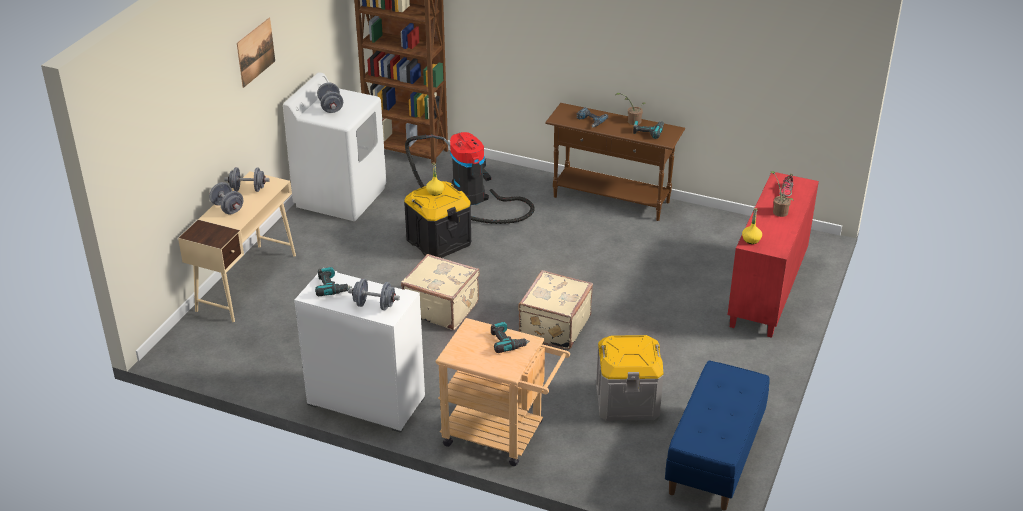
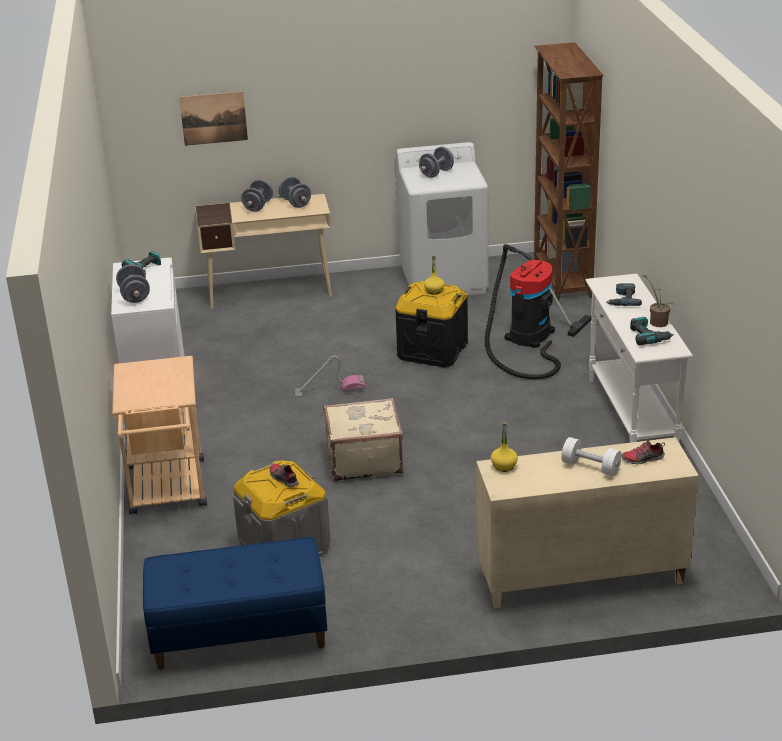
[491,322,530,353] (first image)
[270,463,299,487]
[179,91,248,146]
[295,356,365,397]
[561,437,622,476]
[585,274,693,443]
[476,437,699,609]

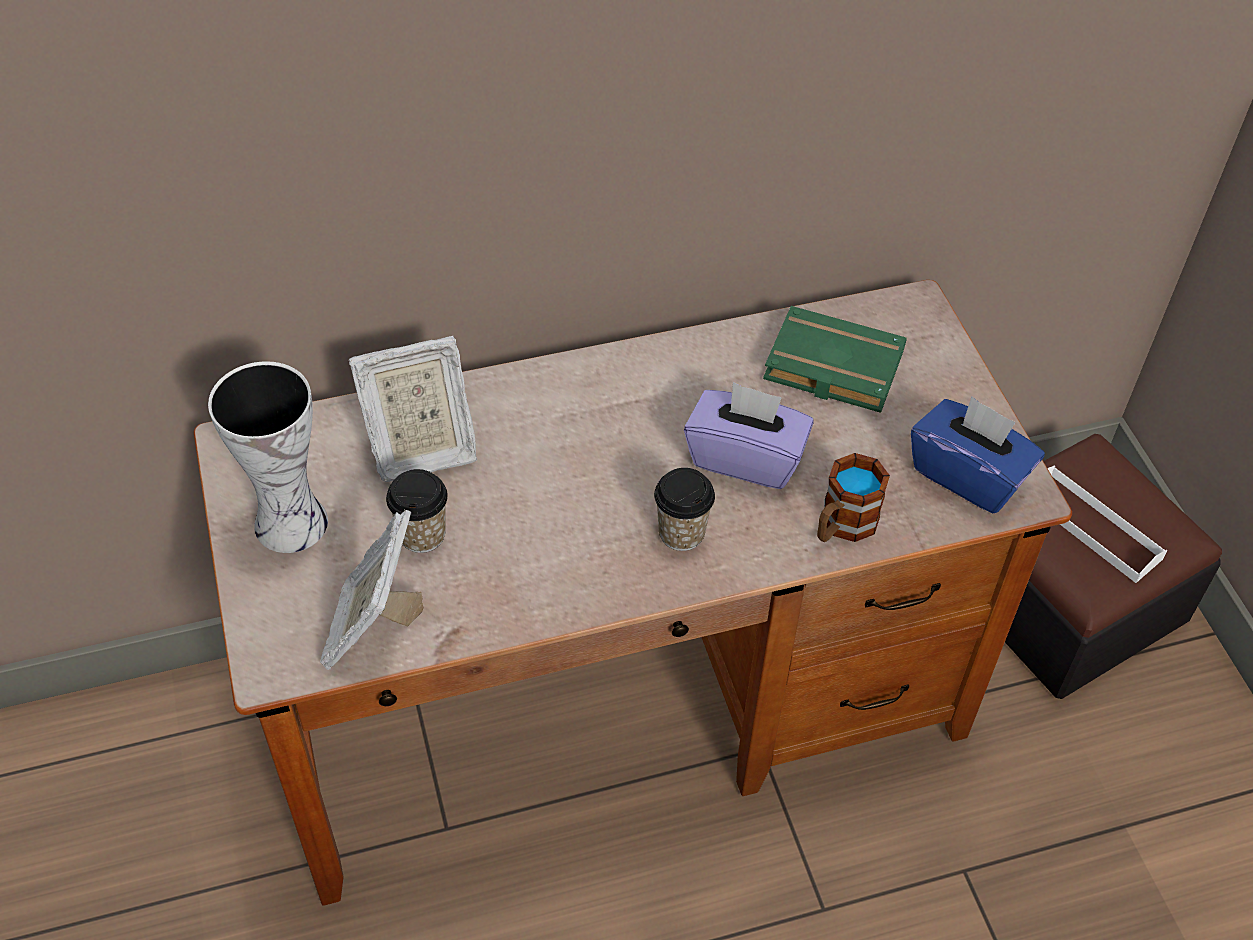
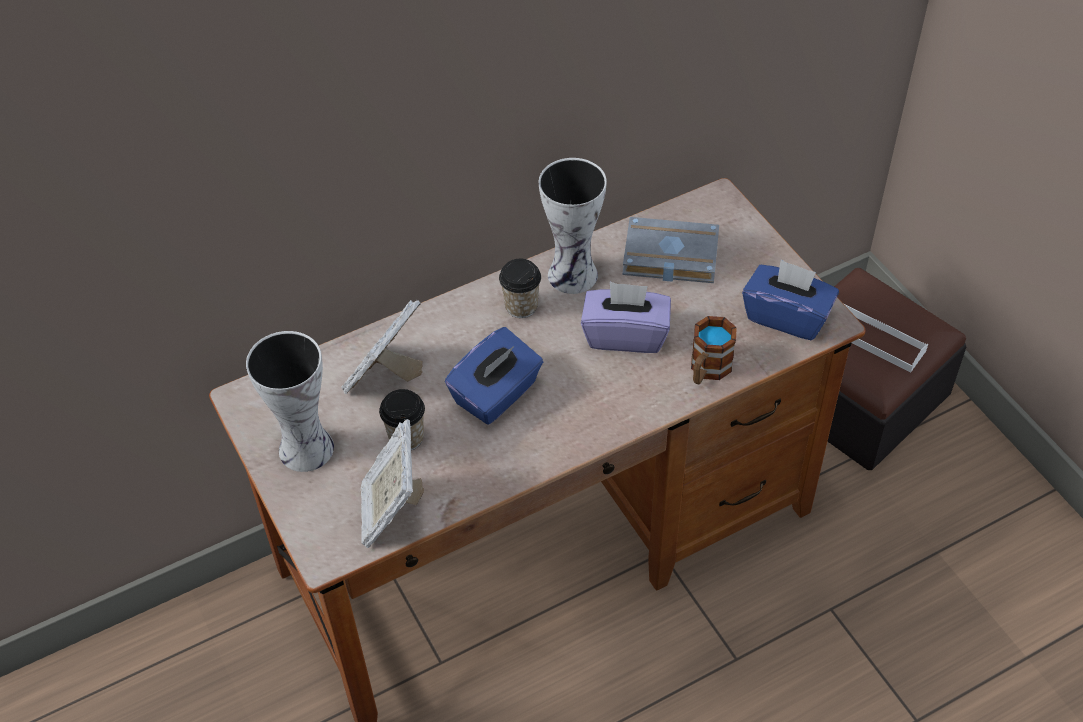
[445,327,543,425]
[539,158,607,294]
[499,259,541,318]
[623,217,719,283]
[341,300,423,394]

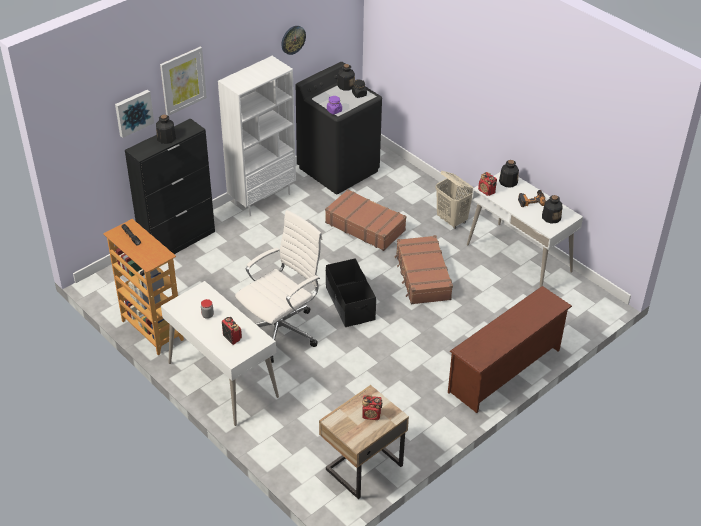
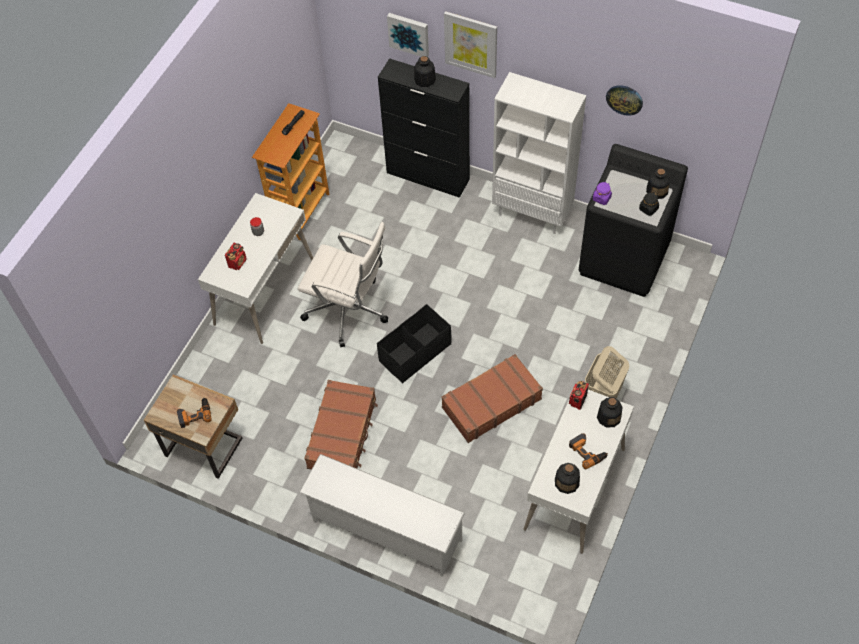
[304,380,378,469]
[177,398,212,428]
[299,454,465,577]

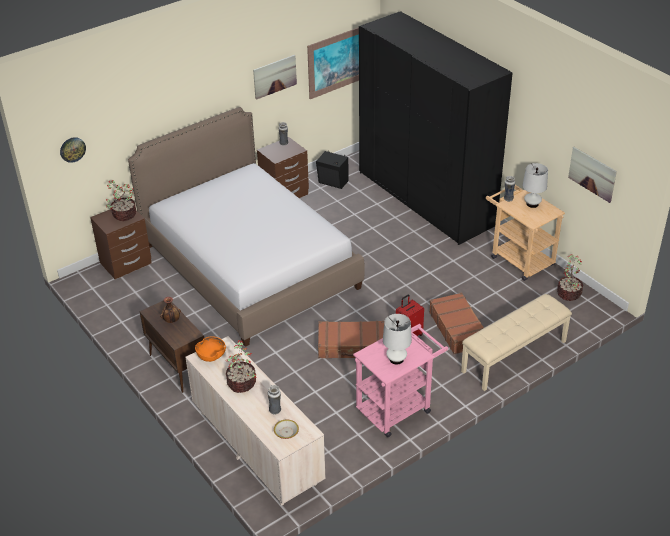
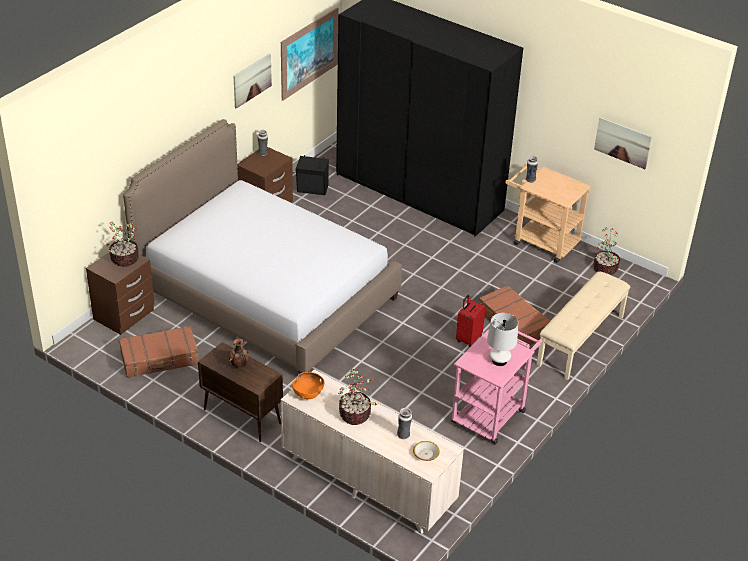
[60,137,86,163] (first image)
[523,163,548,208] (first image)
[119,326,199,378]

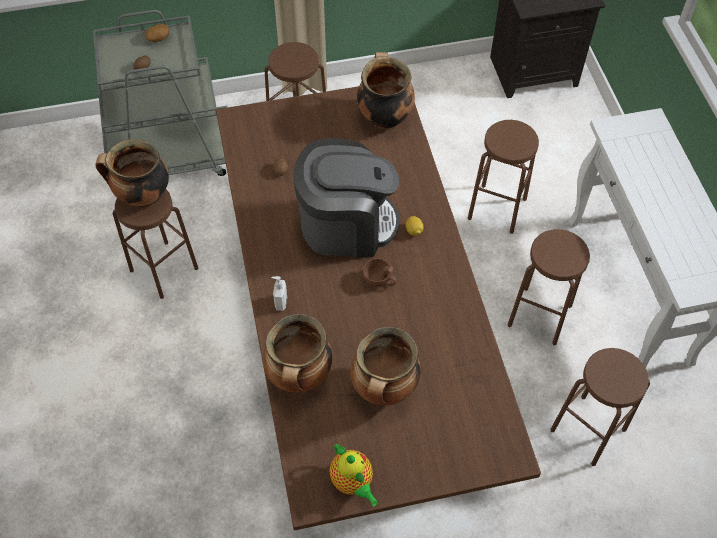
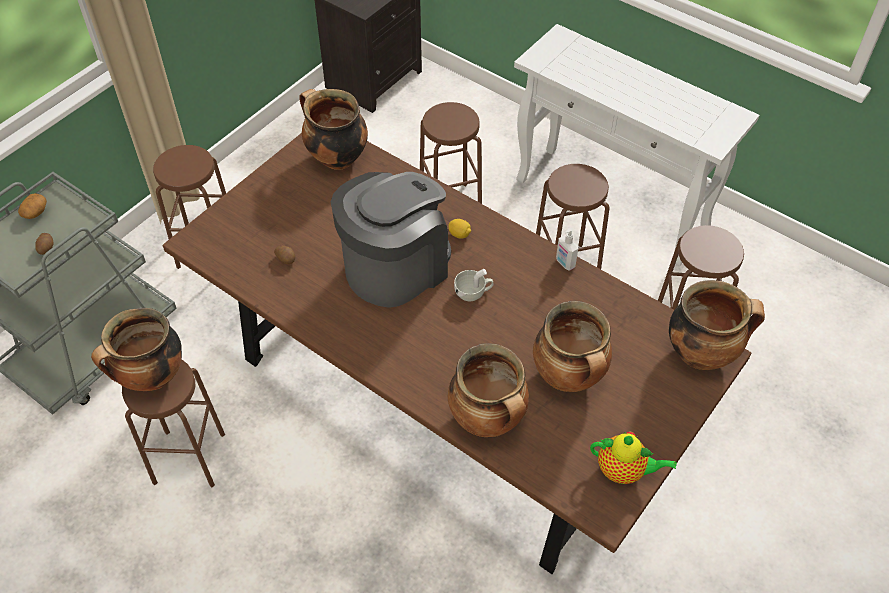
[669,280,765,370]
[556,228,578,271]
[454,269,494,301]

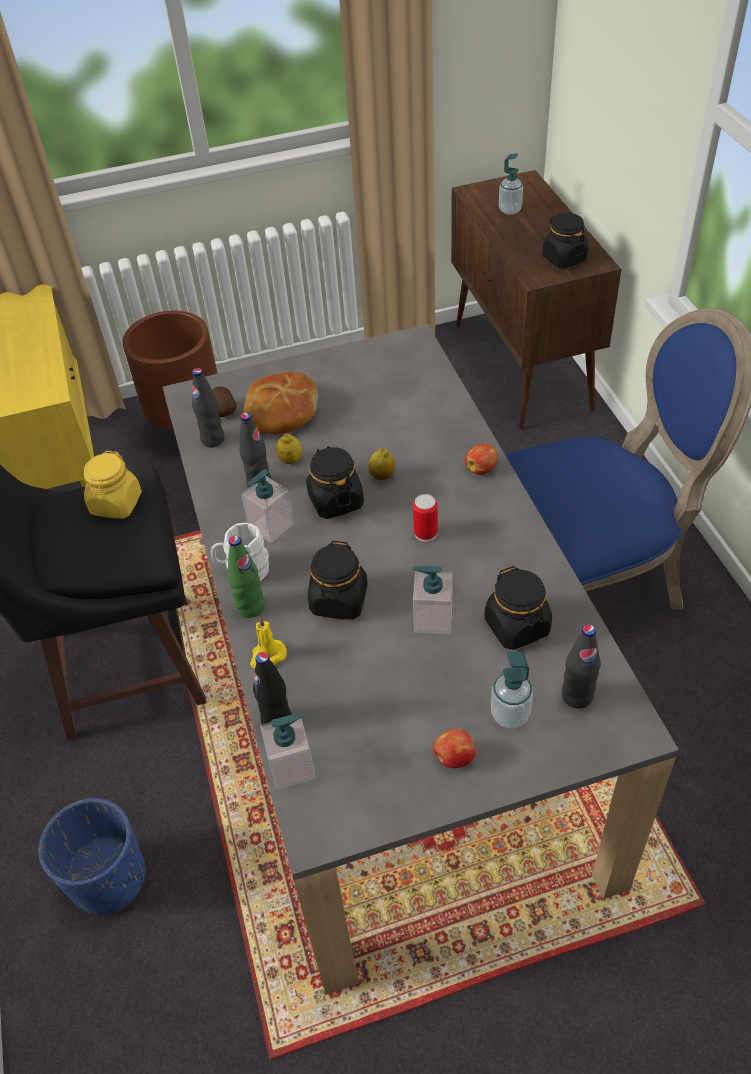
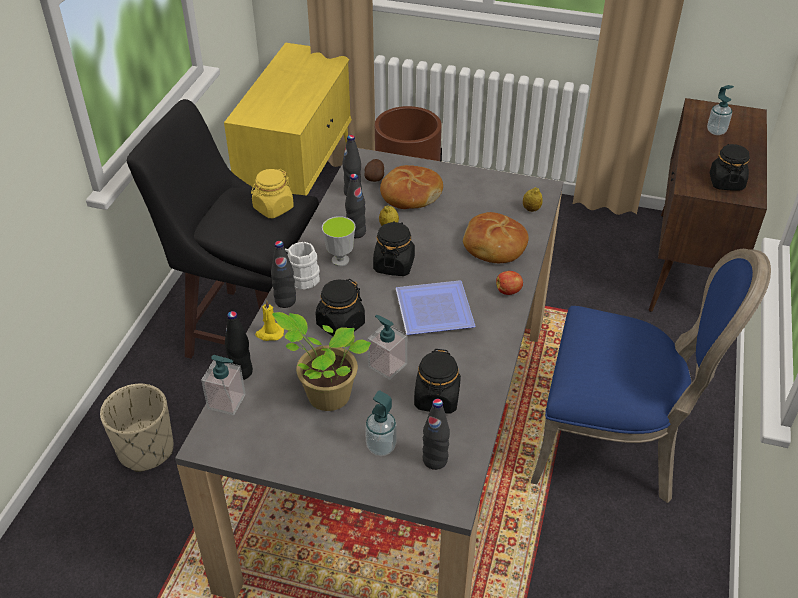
[433,729,476,768] (first image)
[272,312,371,411]
[463,212,529,263]
[523,188,543,212]
[322,216,356,266]
[396,280,475,335]
[100,384,173,472]
[271,241,296,308]

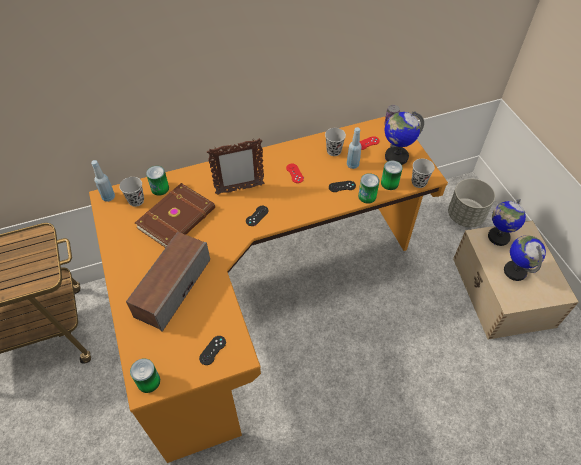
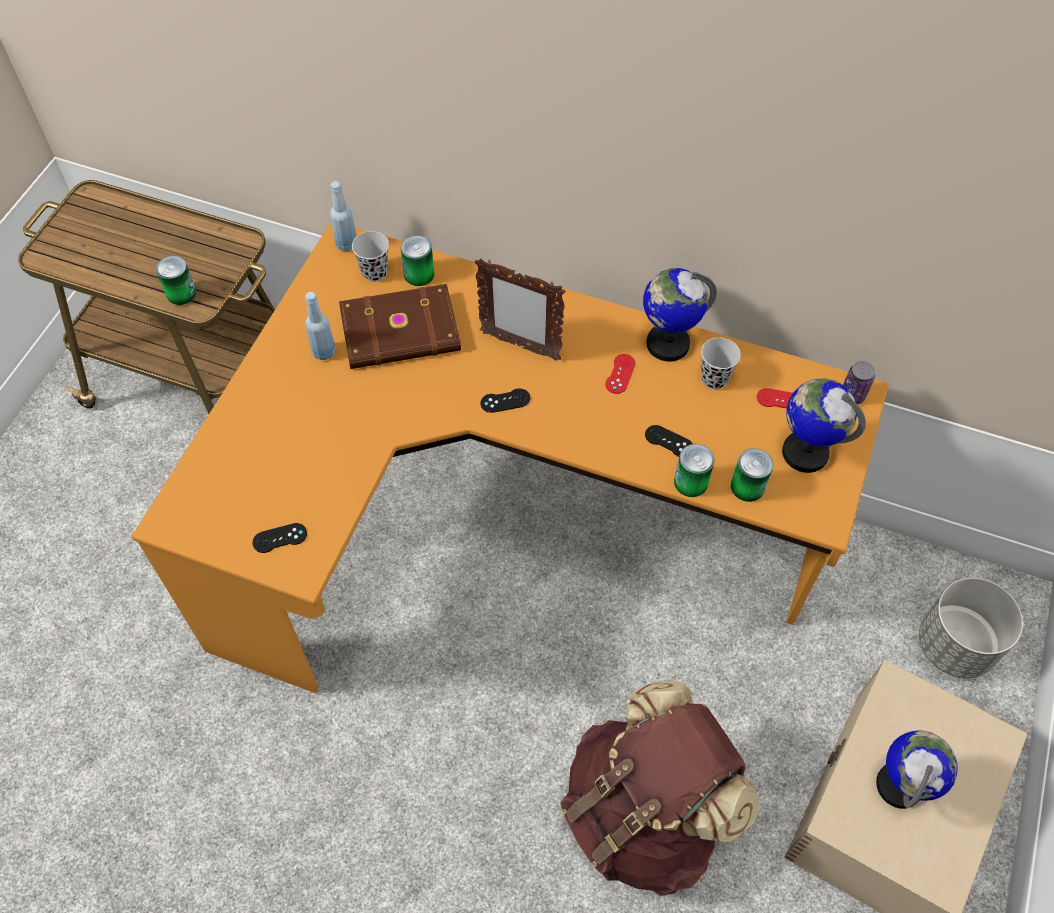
[126,232,210,332] (first image)
[412,159,435,188] (first image)
[560,680,760,896]
[156,256,196,305]
[305,292,335,360]
[643,268,717,362]

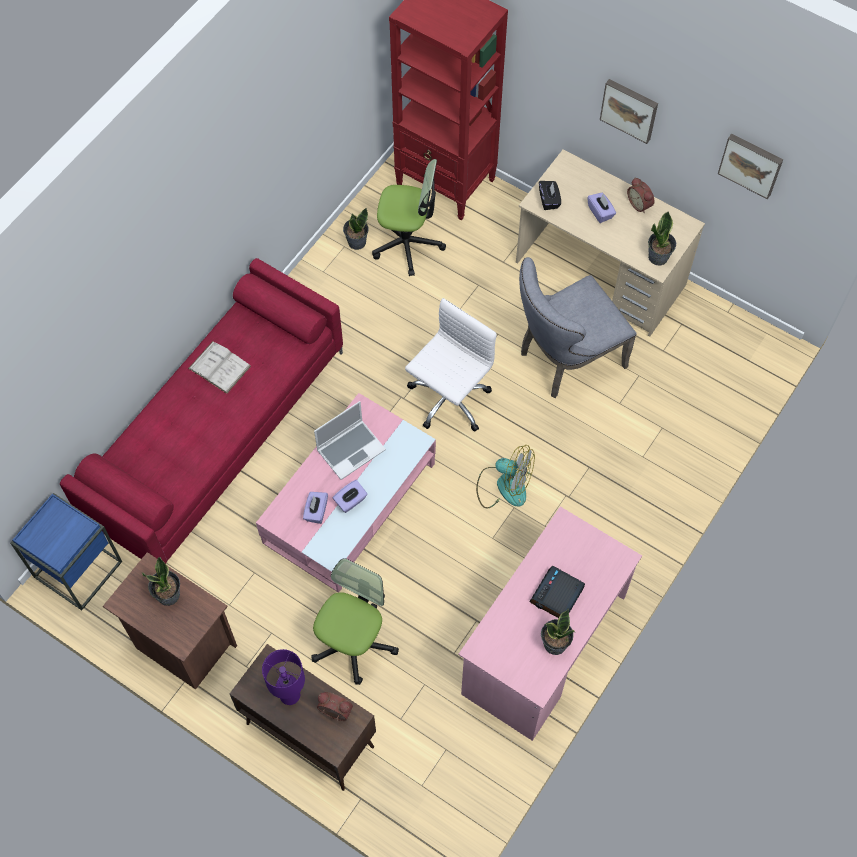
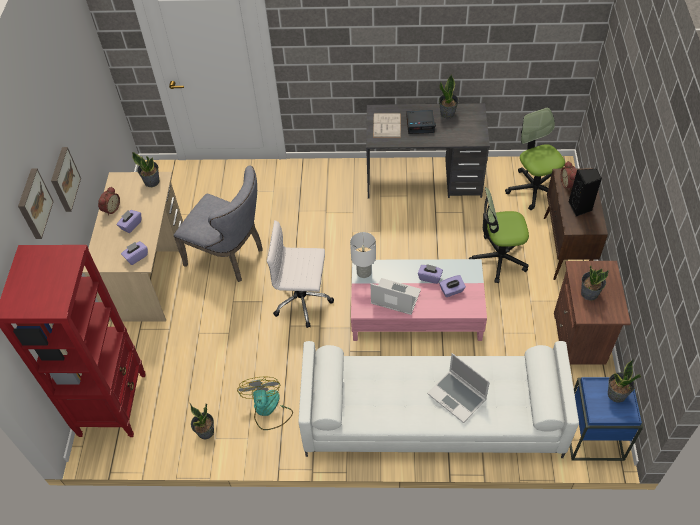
[350,232,376,278]
[427,353,490,423]
[608,358,641,403]
[373,113,401,138]
[505,107,565,210]
[237,377,293,430]
[18,168,54,239]
[569,169,602,216]
[299,341,579,458]
[366,103,490,199]
[121,241,148,265]

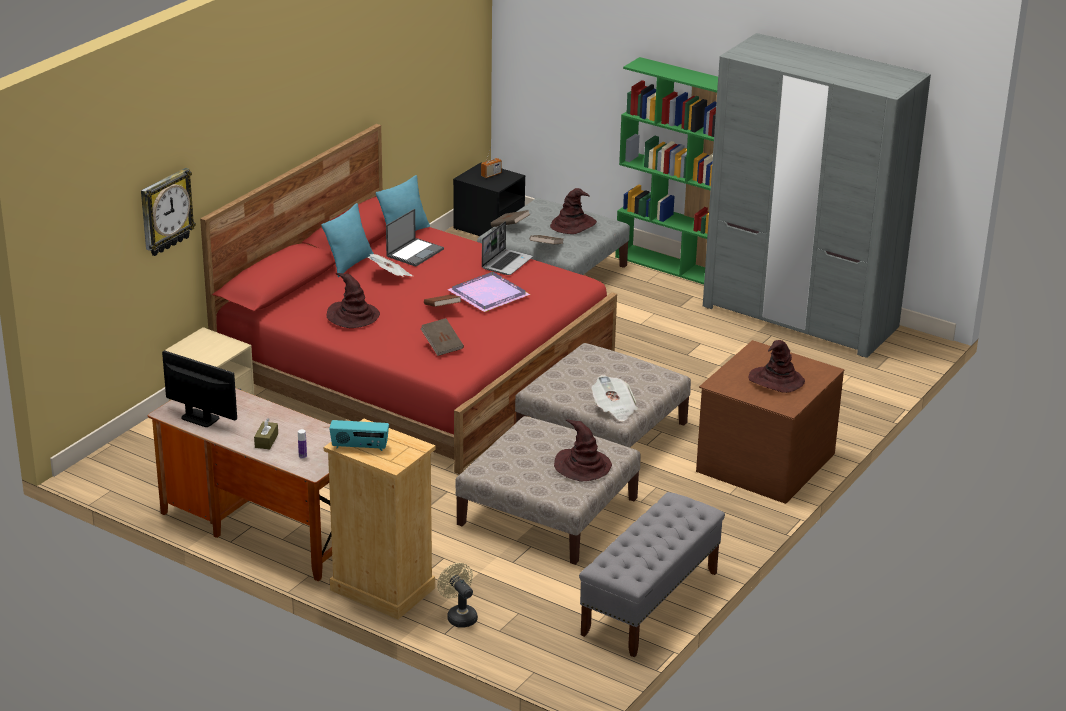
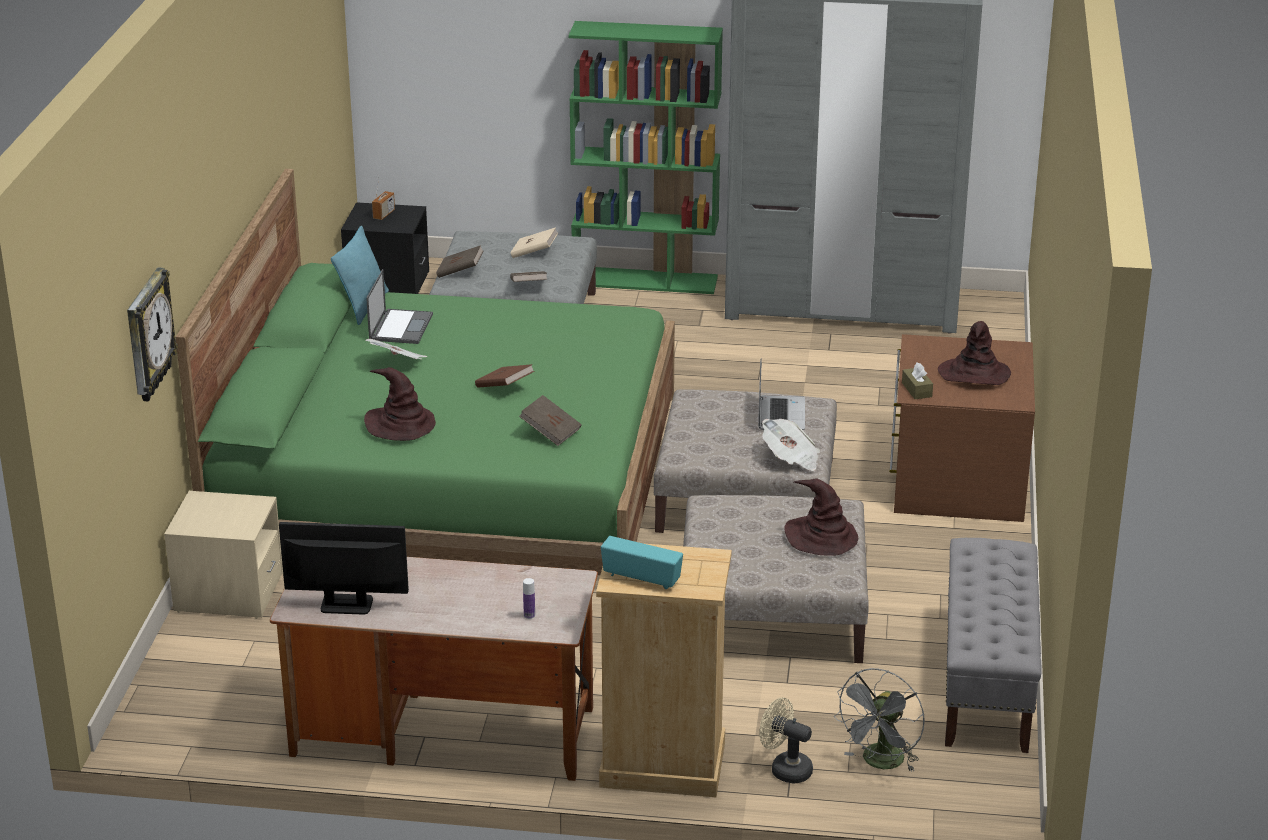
[321,203,374,277] (first image)
[448,272,530,312] (first image)
[834,668,925,772]
[902,362,933,399]
[758,358,805,430]
[511,227,558,258]
[176,169,675,575]
[601,536,683,589]

